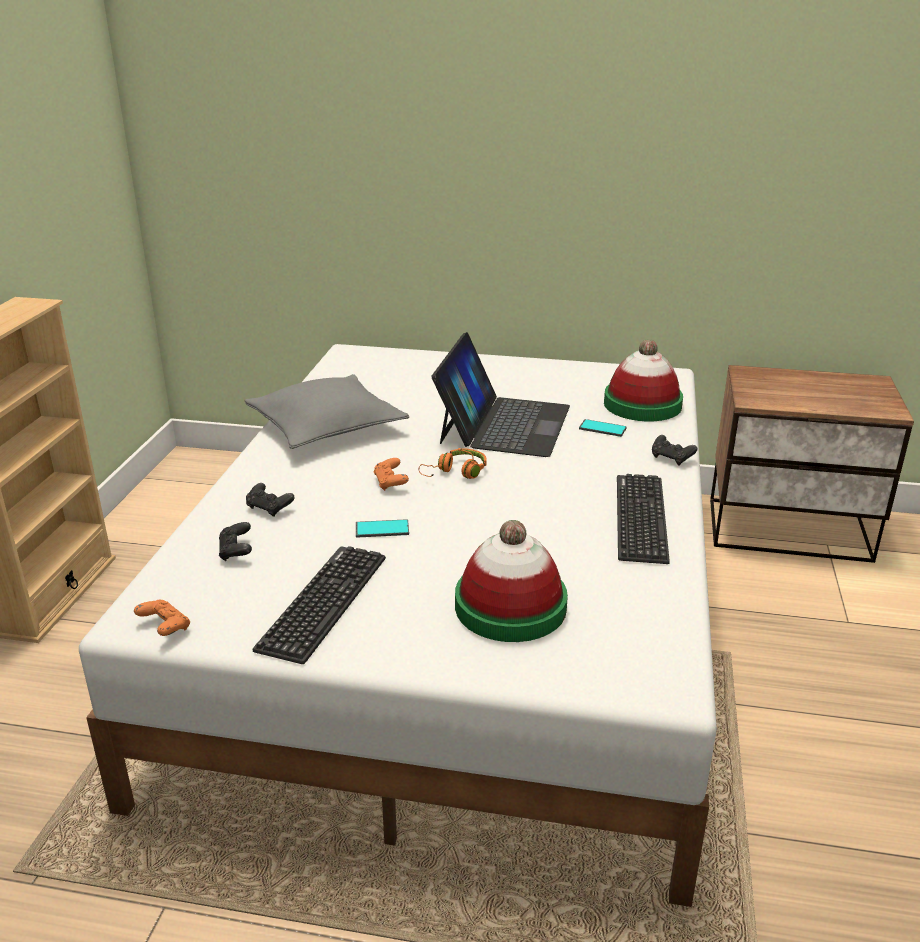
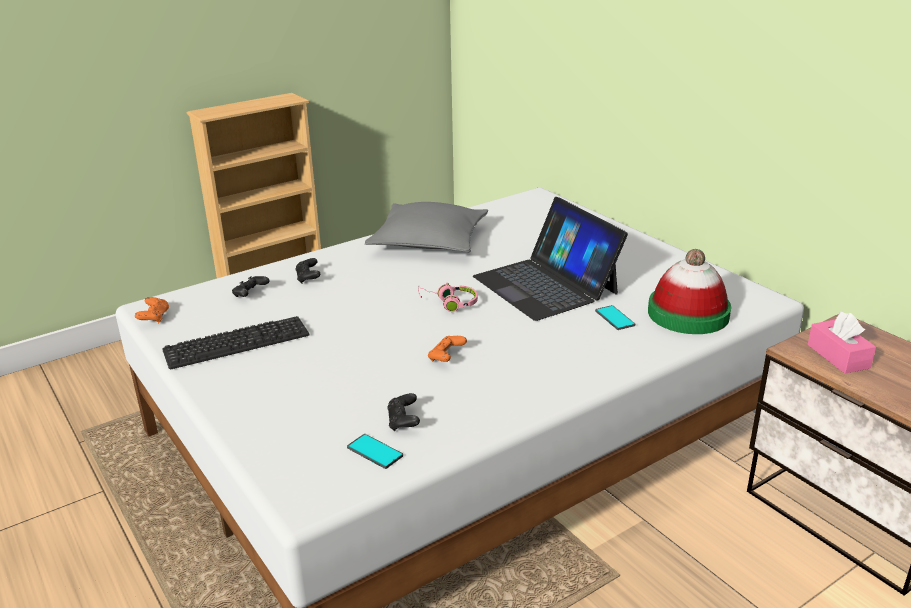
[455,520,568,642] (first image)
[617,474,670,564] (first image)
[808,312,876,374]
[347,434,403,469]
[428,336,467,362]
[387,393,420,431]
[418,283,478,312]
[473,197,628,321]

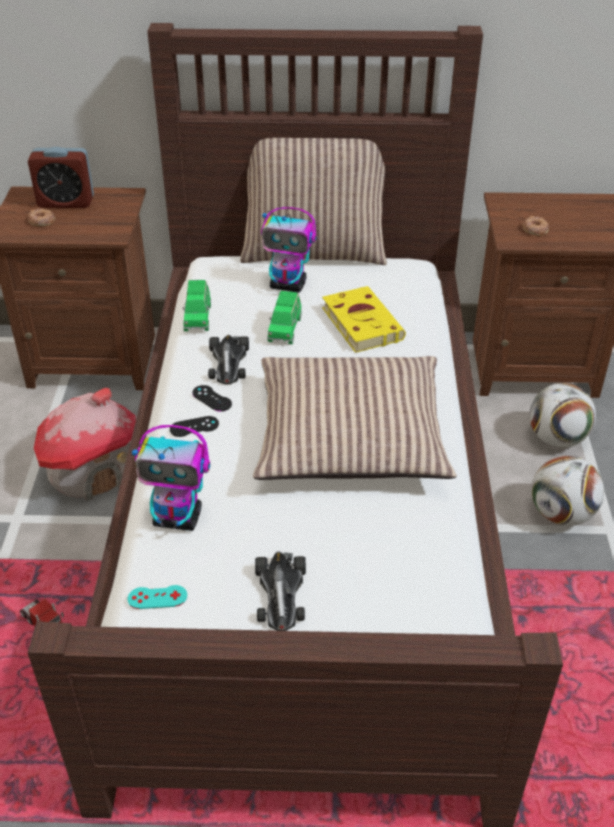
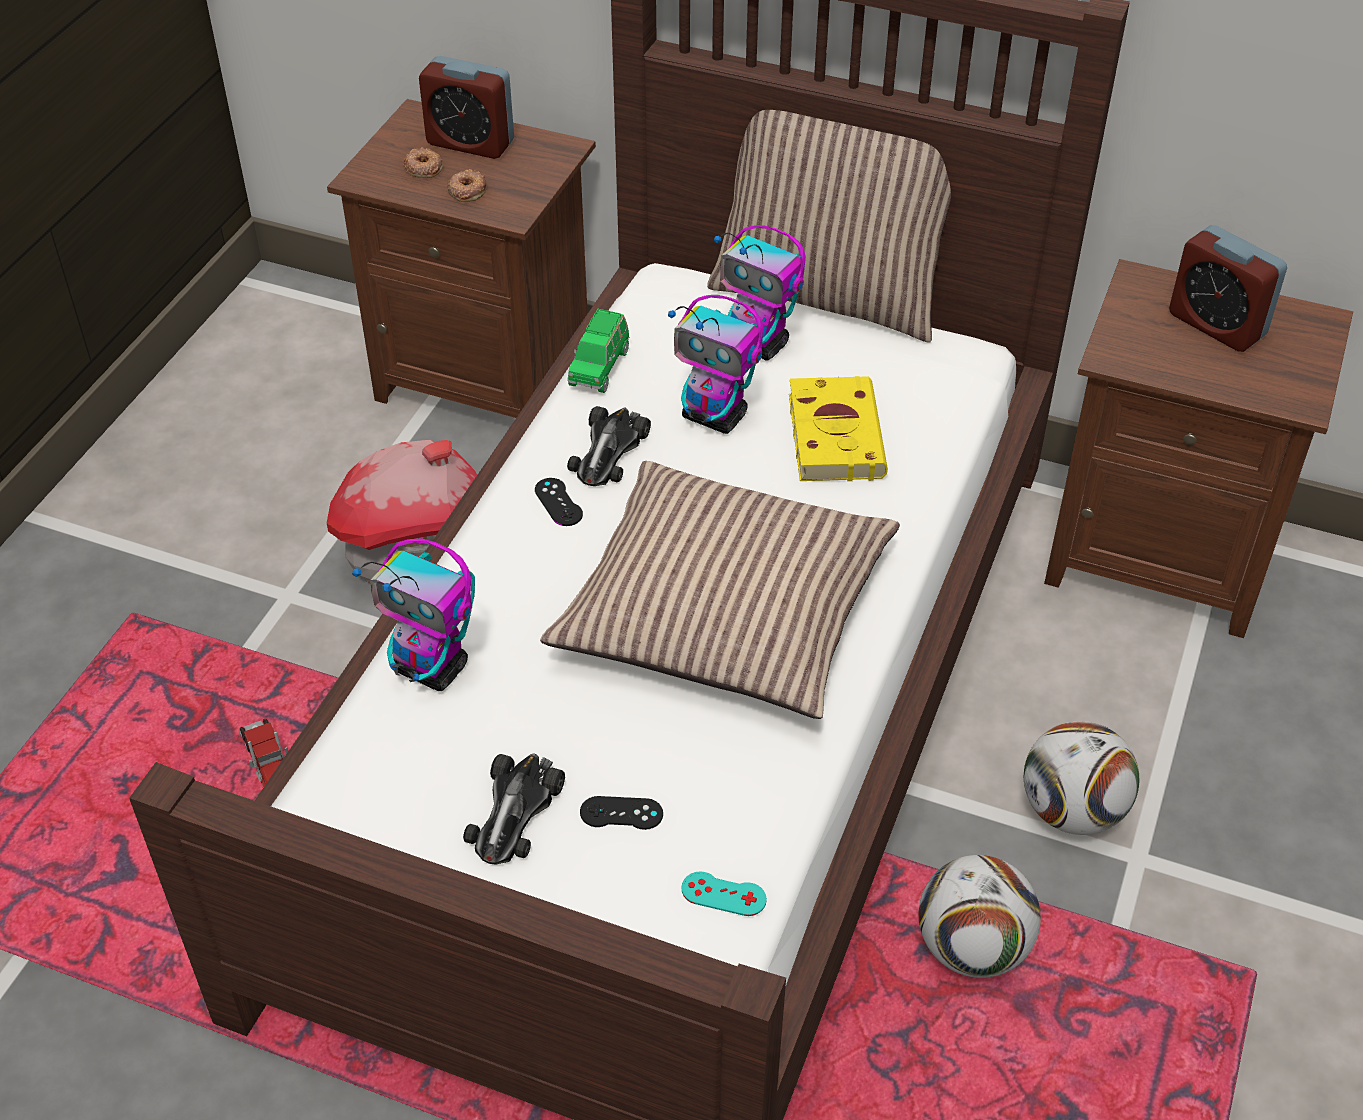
[1169,225,1287,352]
[682,871,767,916]
[580,796,663,830]
[447,169,487,202]
[919,855,1041,978]
[668,295,763,434]

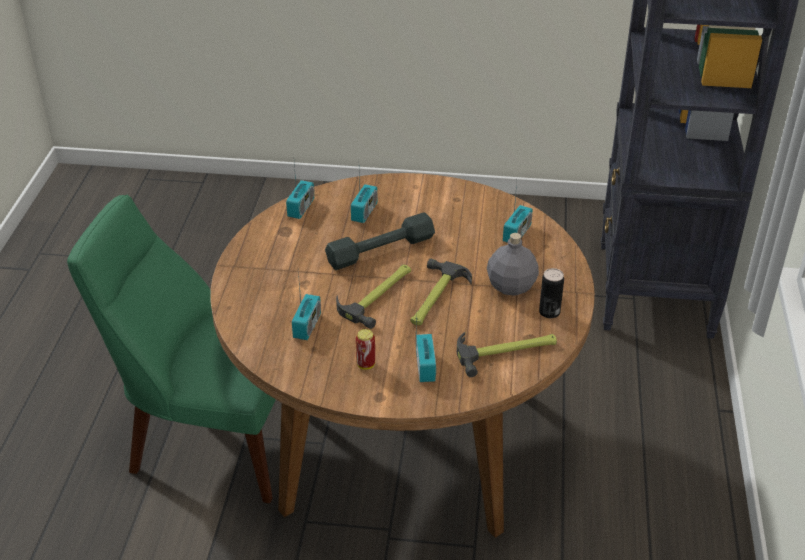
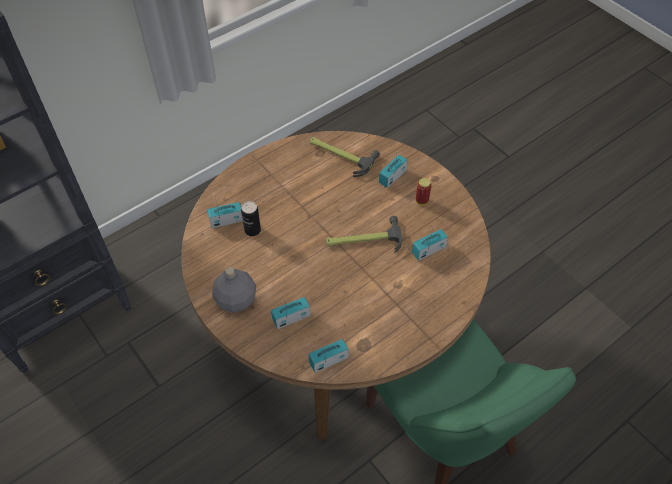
[325,212,435,270] (first image)
[410,258,472,325] (first image)
[212,267,256,313]
[241,201,261,236]

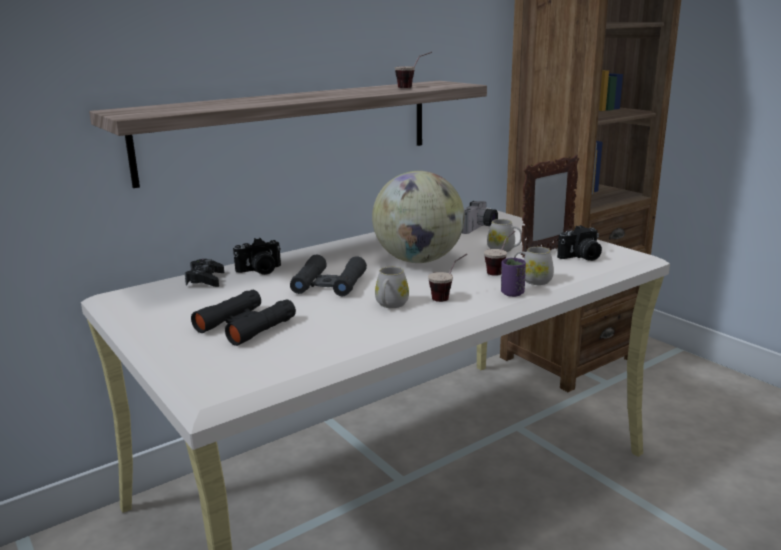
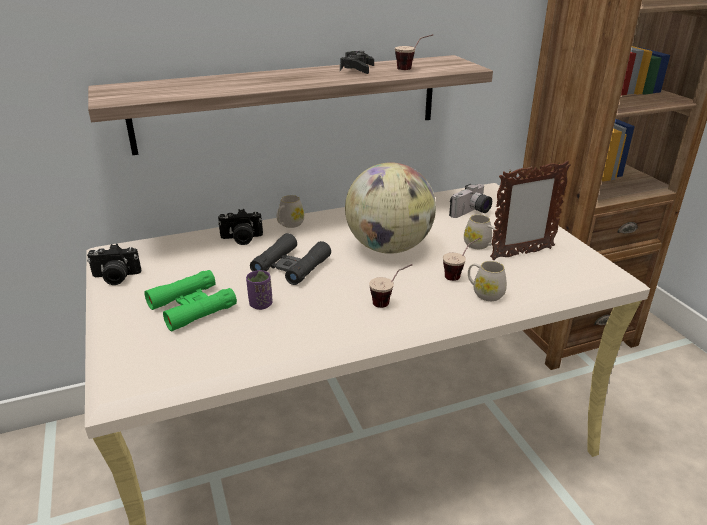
[340,50,374,74]
[277,195,304,228]
[246,270,273,310]
[87,244,141,285]
[145,270,237,331]

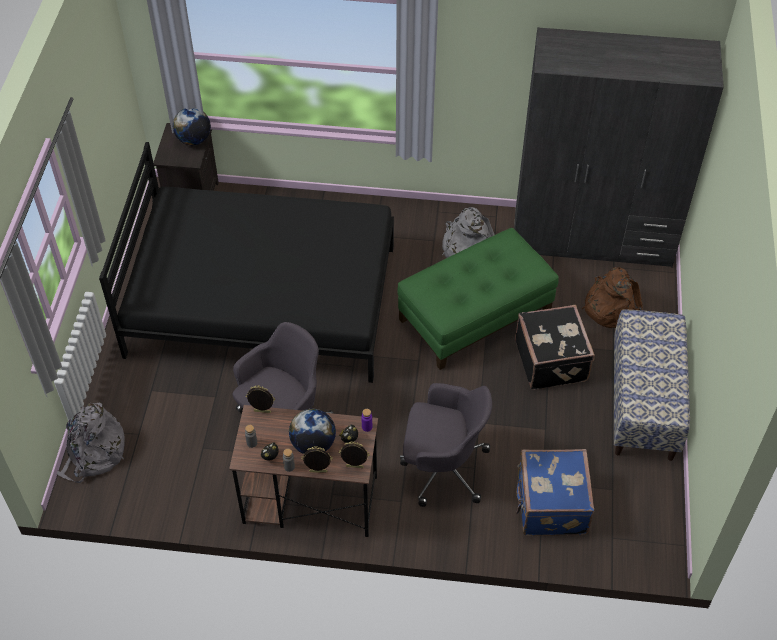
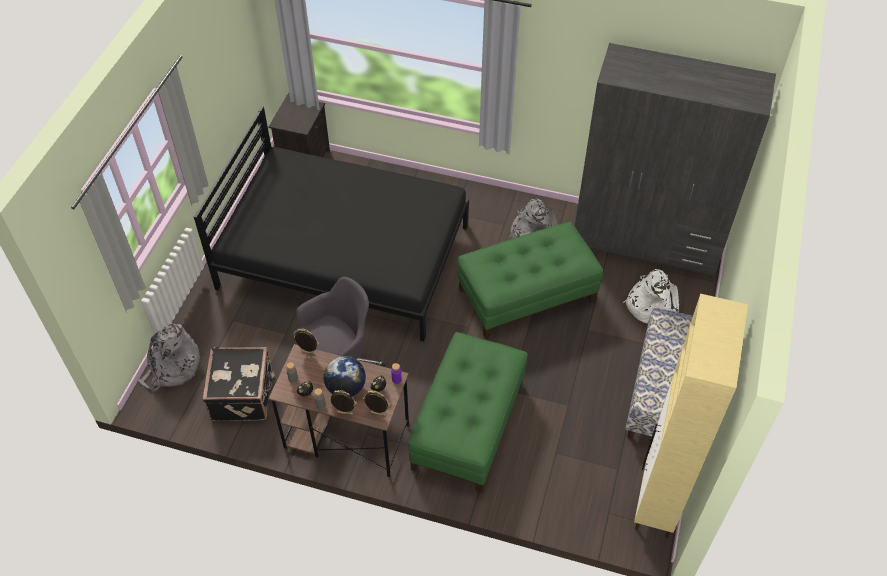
[173,108,211,145] (first image)
[516,449,594,536] (first image)
[634,294,748,538]
[203,347,275,421]
[408,332,528,493]
[623,269,679,323]

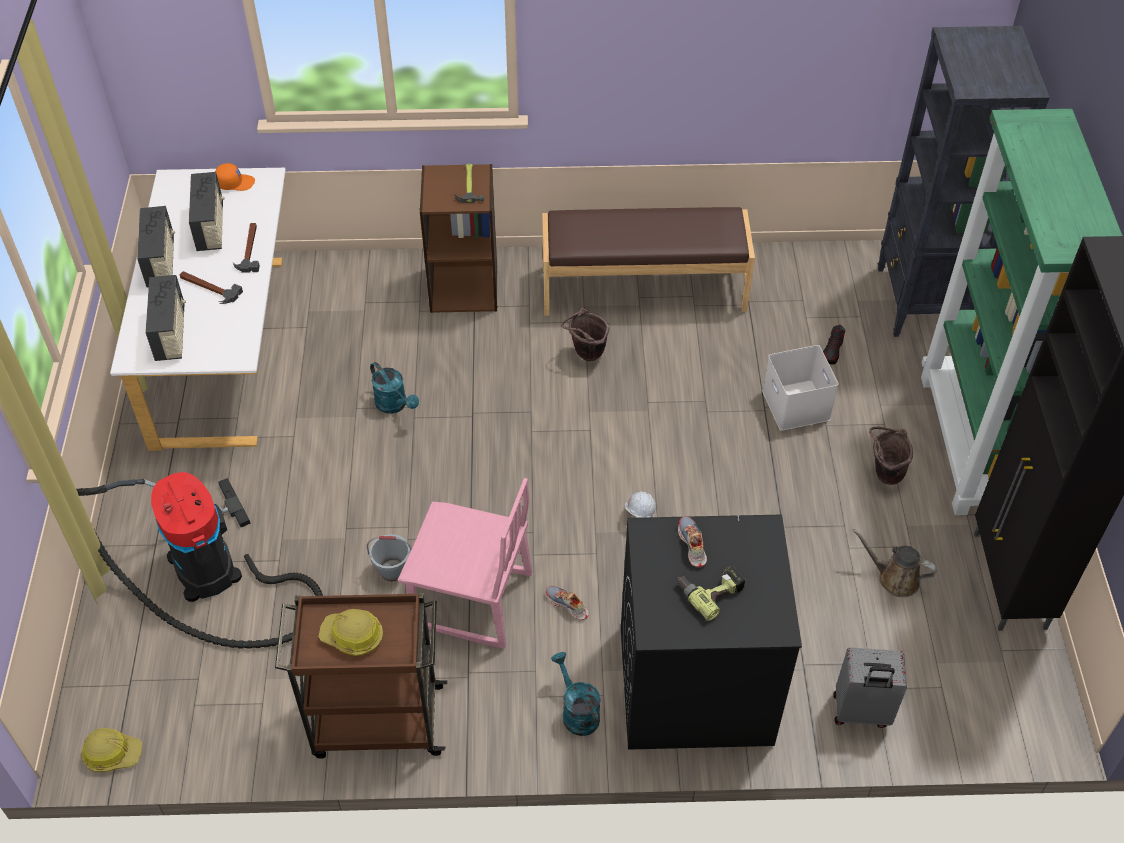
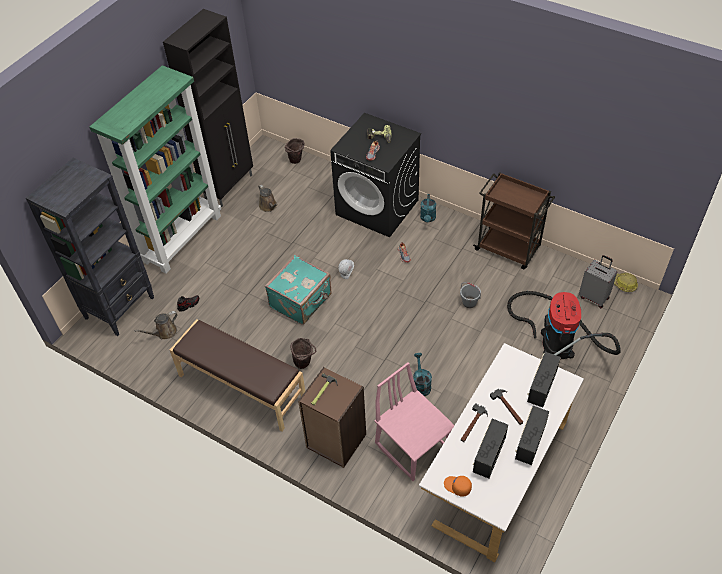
[319,609,383,656] (first image)
[762,345,839,431] (first image)
[134,311,177,340]
[265,255,332,325]
[375,362,455,481]
[579,255,617,308]
[285,138,305,164]

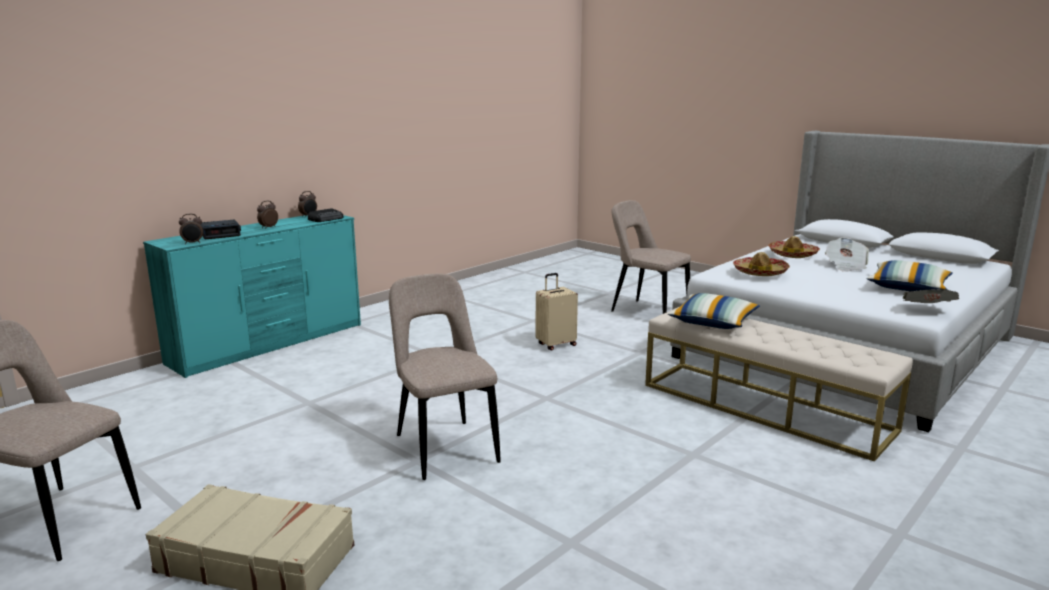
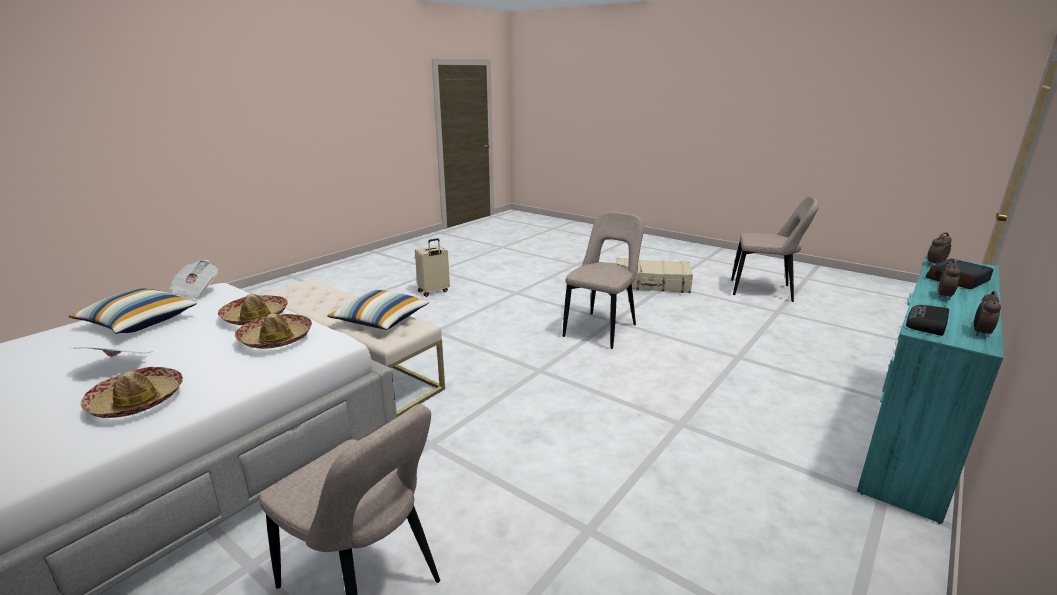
[218,294,288,325]
[415,238,450,297]
[563,212,644,349]

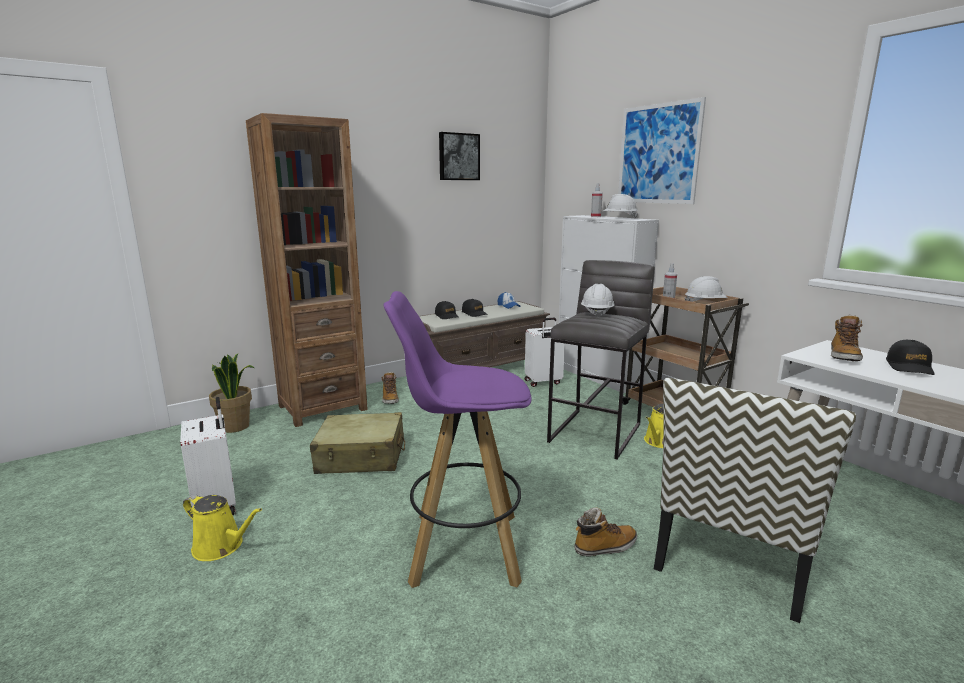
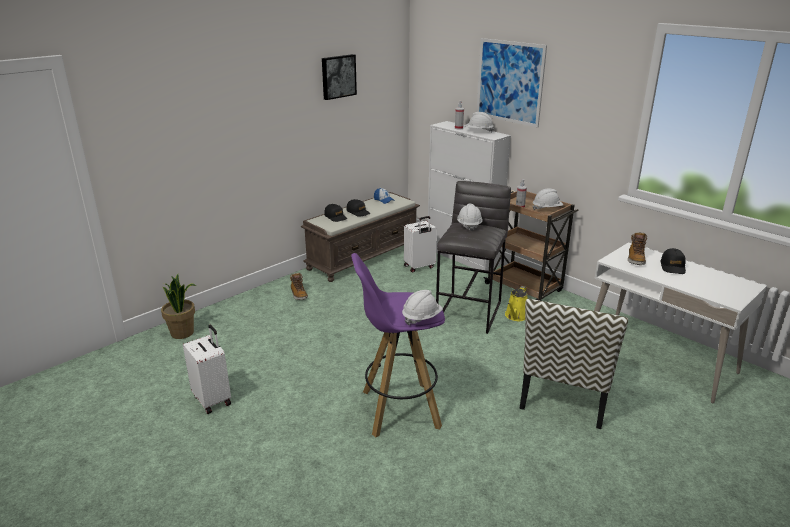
[183,494,262,561] (first image)
[246,113,368,427] (first image)
[310,412,405,474] (first image)
[574,507,637,557] (first image)
[402,290,443,325]

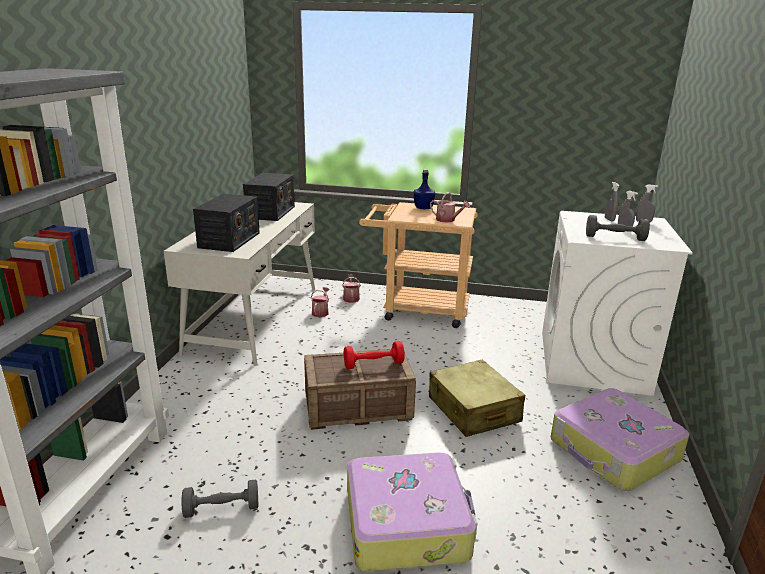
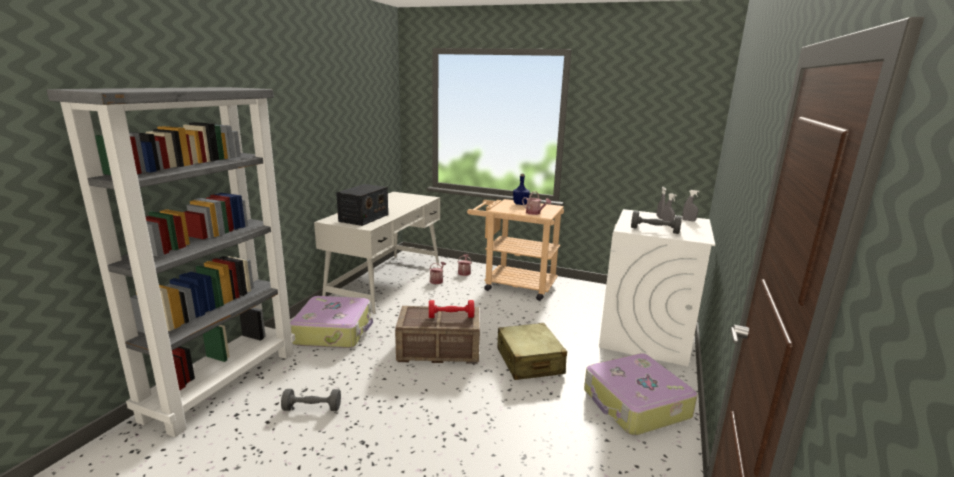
[243,173,295,221] (first image)
[290,296,373,348]

